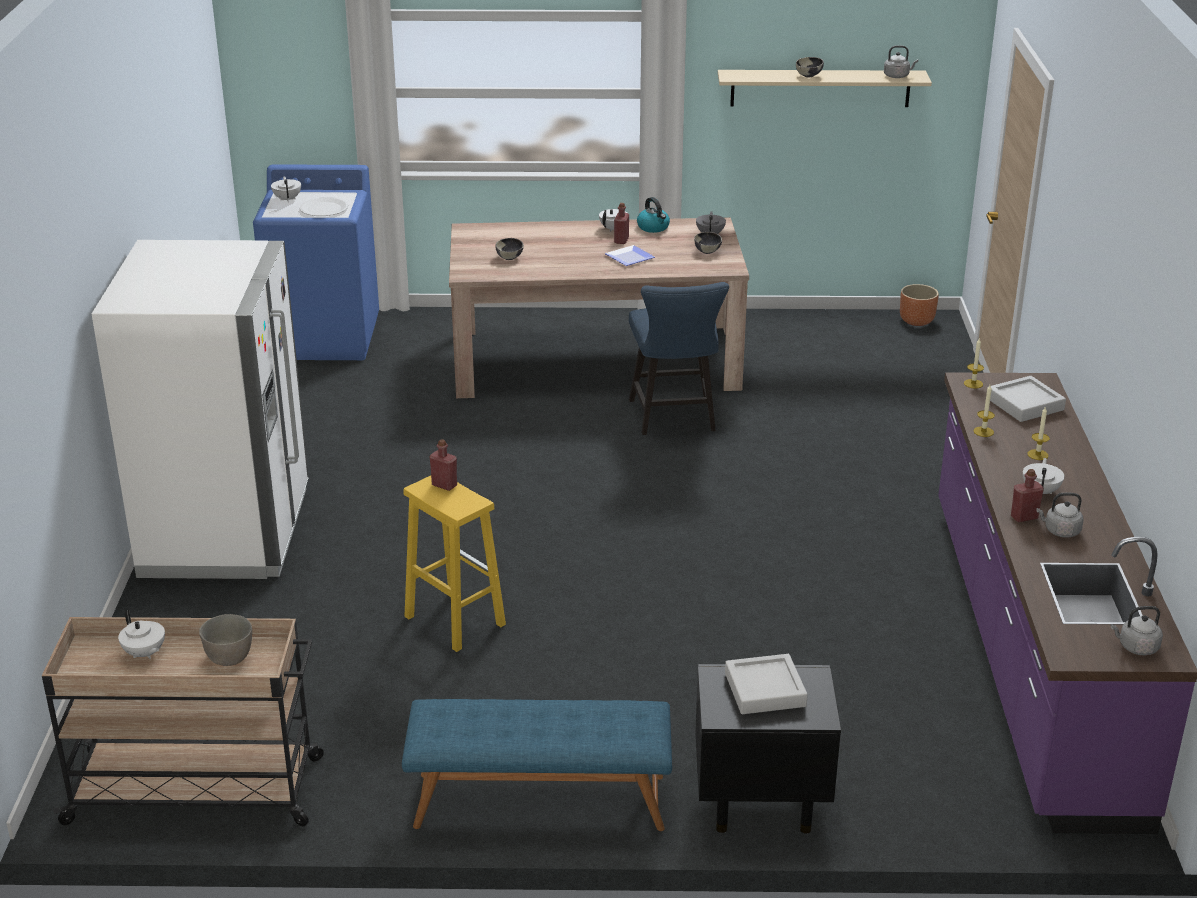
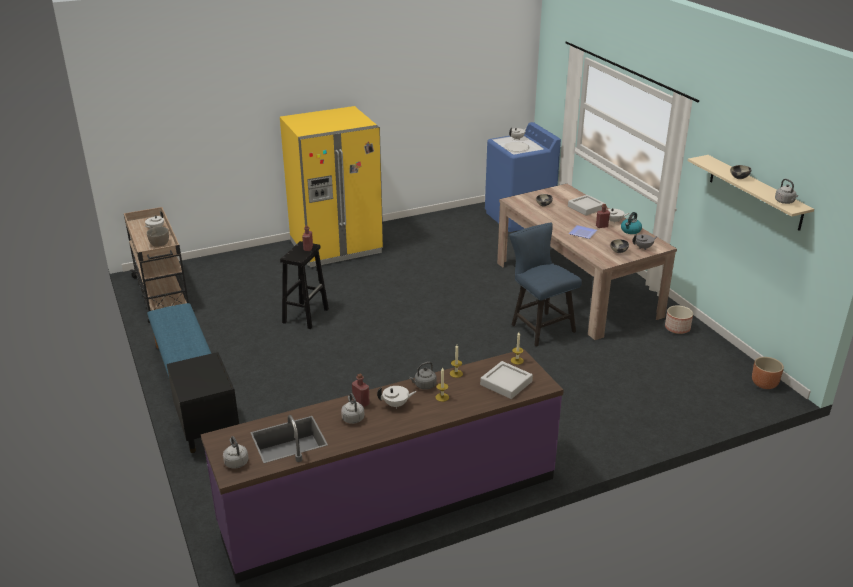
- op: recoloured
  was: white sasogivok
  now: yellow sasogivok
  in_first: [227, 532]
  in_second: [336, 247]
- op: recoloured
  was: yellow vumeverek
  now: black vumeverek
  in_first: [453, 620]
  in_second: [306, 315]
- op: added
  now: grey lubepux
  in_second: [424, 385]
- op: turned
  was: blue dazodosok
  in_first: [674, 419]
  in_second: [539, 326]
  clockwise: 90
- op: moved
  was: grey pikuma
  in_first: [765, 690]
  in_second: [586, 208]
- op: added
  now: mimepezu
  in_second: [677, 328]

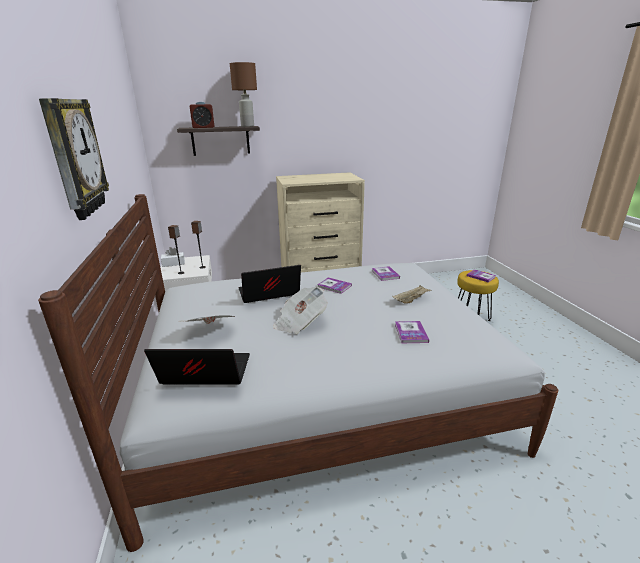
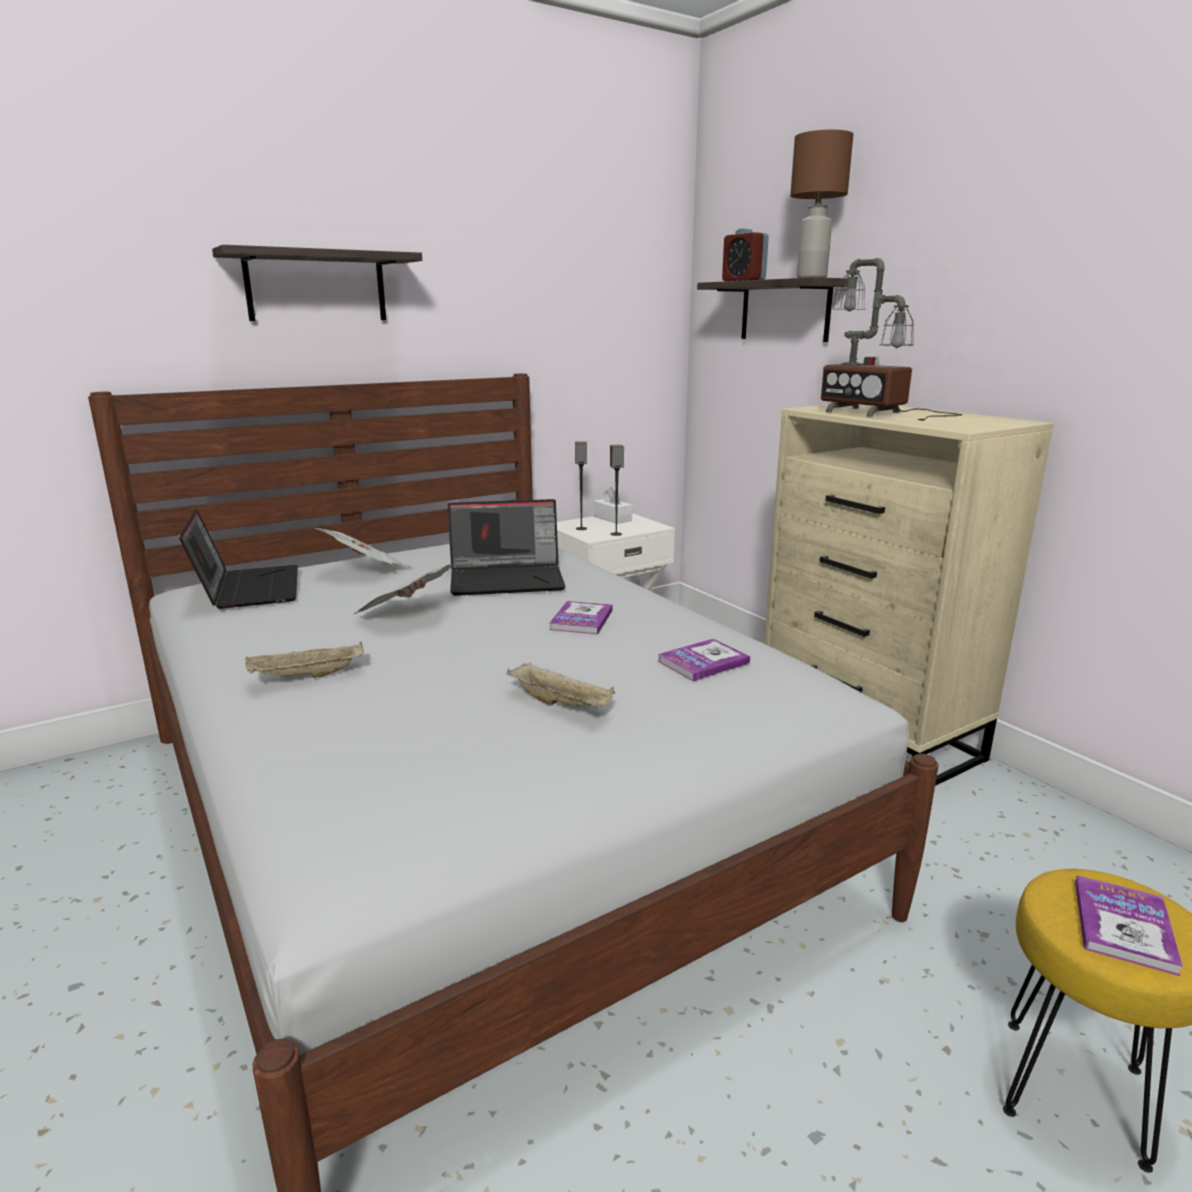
- op: replaced
  was: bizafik
  now: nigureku
  in_first: [74, 158]
  in_second: [316, 286]
- op: added
  now: beige pikuma
  in_second: [306, 676]
- op: turned
  was: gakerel
  in_first: [268, 294]
  in_second: [508, 579]
  clockwise: 120
- op: added
  now: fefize
  in_second: [877, 413]
- op: removed
  was: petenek
  in_first: [411, 333]

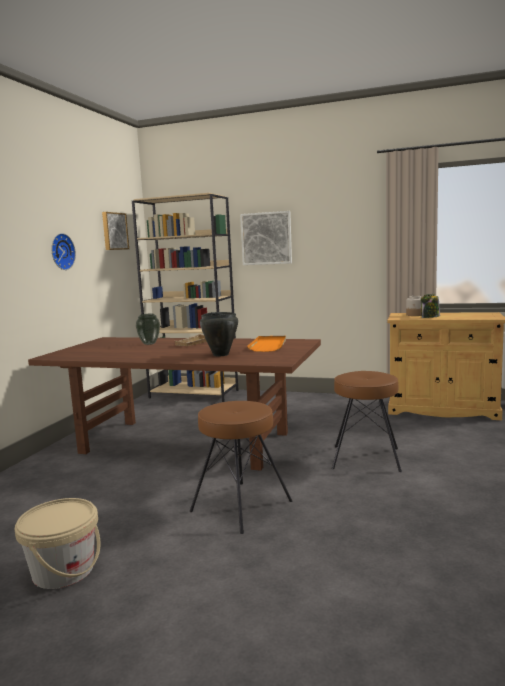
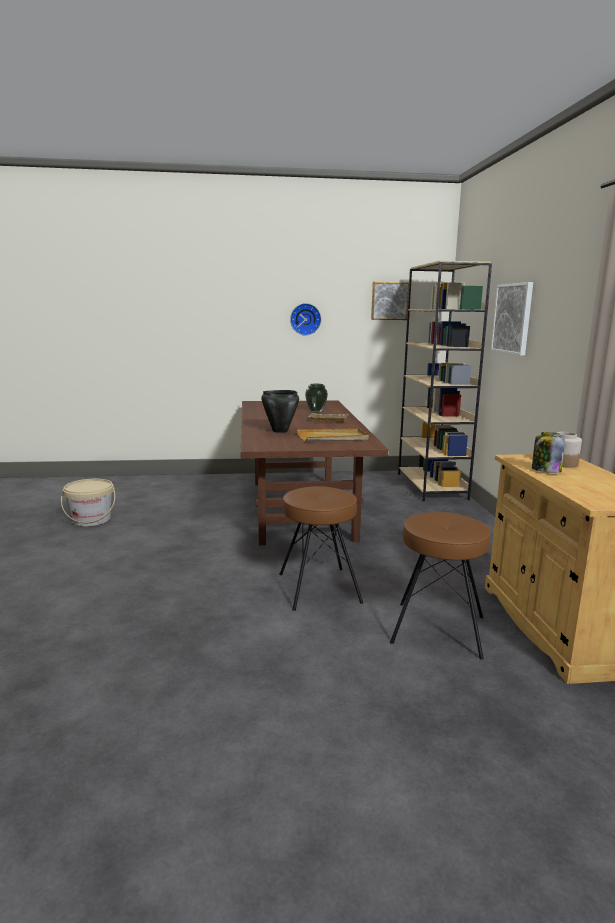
- op: recoloured
  was: orange pikuma
  now: beige pikuma
  in_first: [268, 345]
  in_second: [333, 438]
- op: moved
  was: brown vumeverek
  in_first: [240, 506]
  in_second: [438, 628]

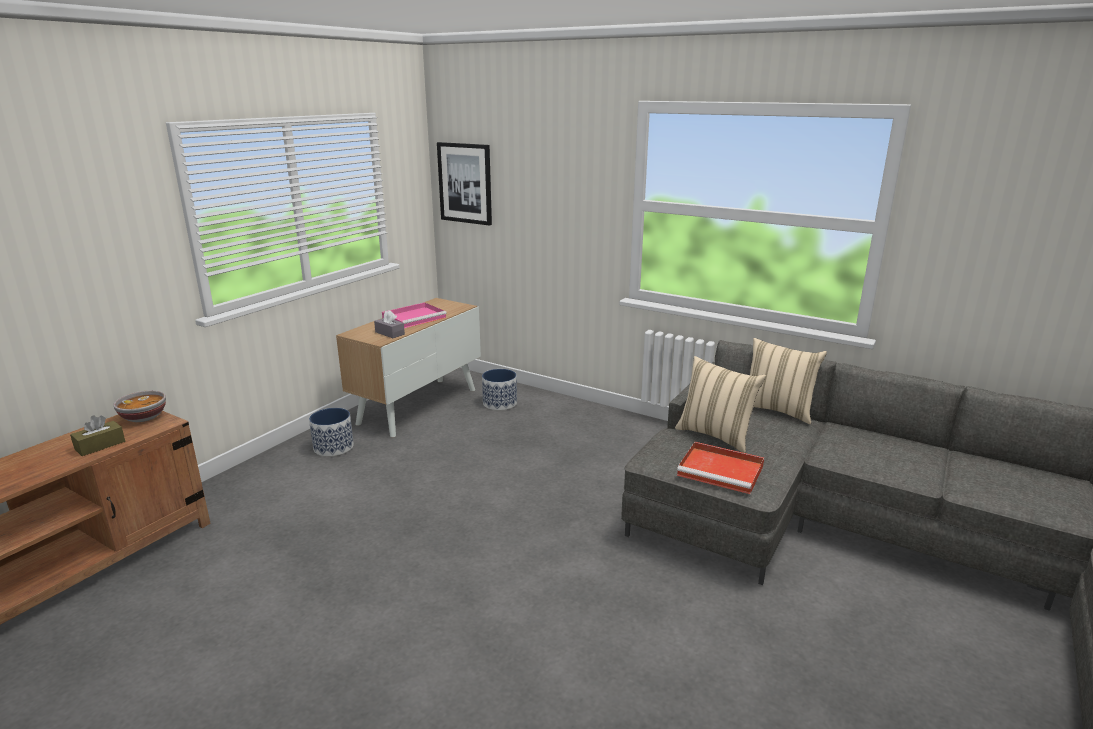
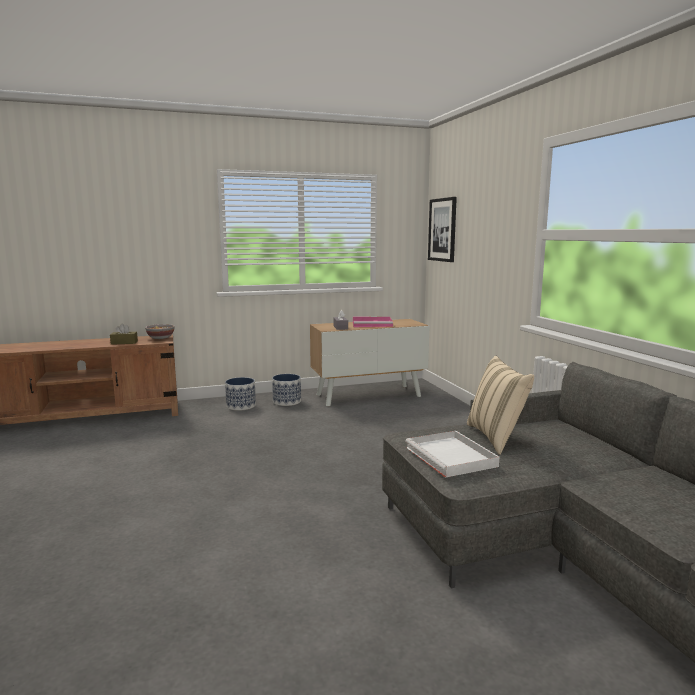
- op: moved
  was: mimepezu
  in_first: [500, 403]
  in_second: [241, 406]
- op: recoloured
  was: red pikuma
  now: white pikuma
  in_first: [722, 471]
  in_second: [452, 457]
- op: removed
  was: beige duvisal
  in_first: [777, 410]

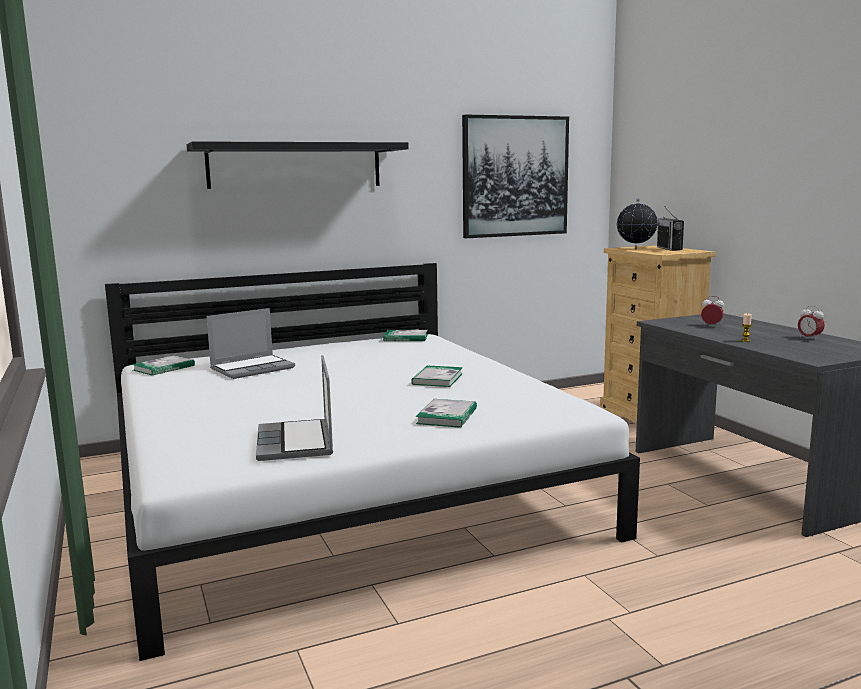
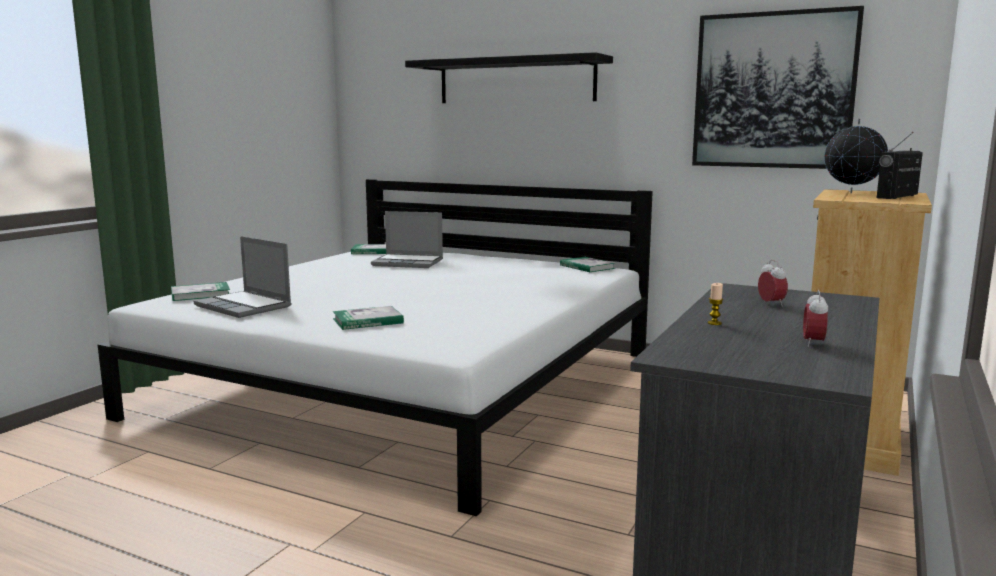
- op: moved
  was: petenek
  in_first: [437, 379]
  in_second: [200, 294]
- op: turned
  was: gakerel
  in_first: [296, 442]
  in_second: [245, 306]
  clockwise: -90

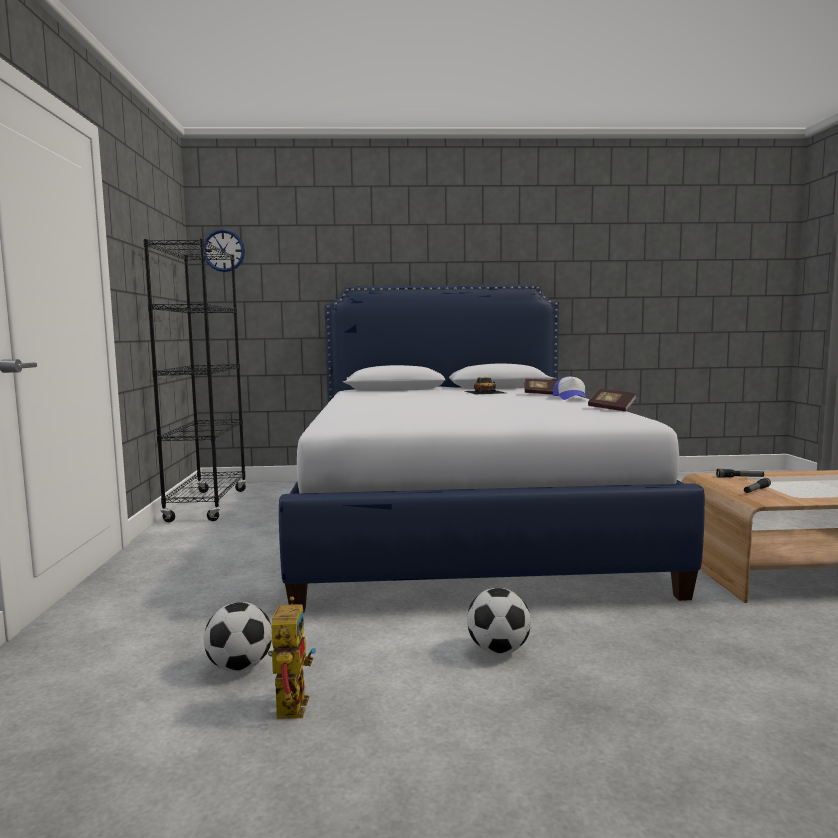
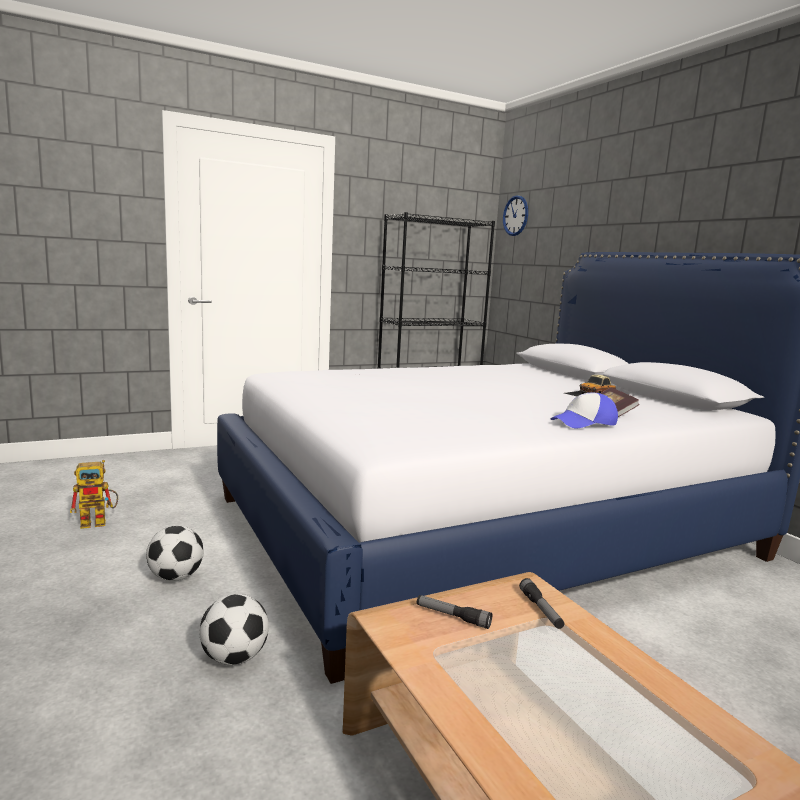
- op: moved
  was: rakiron
  in_first: [239, 667]
  in_second: [234, 658]
- op: removed
  was: petenek
  in_first: [611, 409]

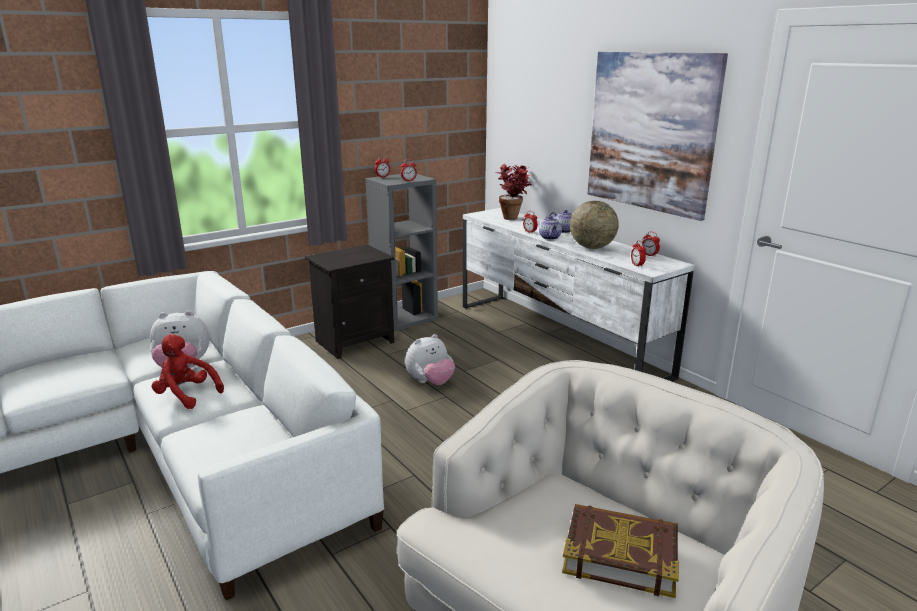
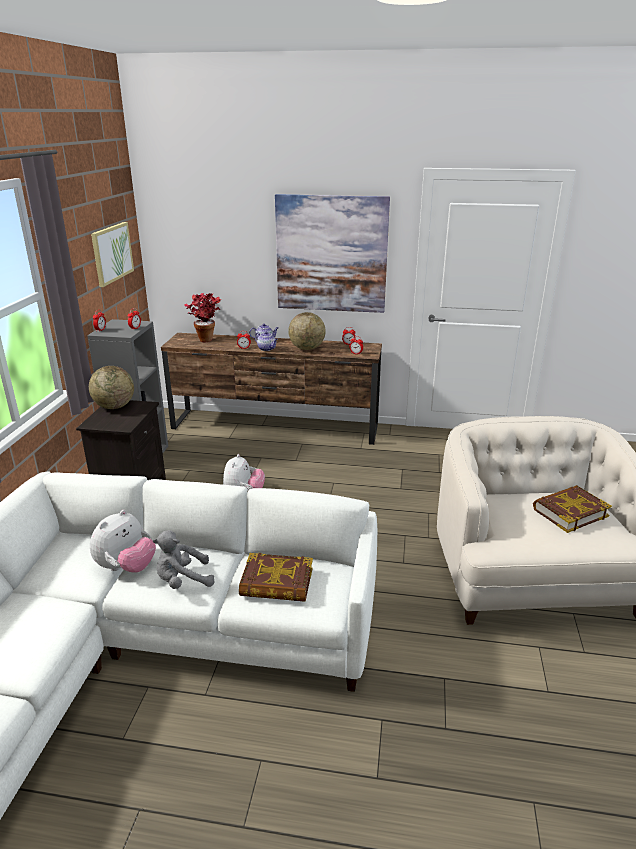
- op: added
  now: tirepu
  in_second: [114, 406]
- op: added
  now: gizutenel
  in_second: [112, 253]
- op: recoloured
  was: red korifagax
  now: grey korifagax
  in_first: [186, 395]
  in_second: [183, 580]
- op: recoloured
  was: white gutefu
  now: brown gutefu
  in_first: [557, 339]
  in_second: [275, 427]
- op: added
  now: petenek
  in_second: [276, 583]

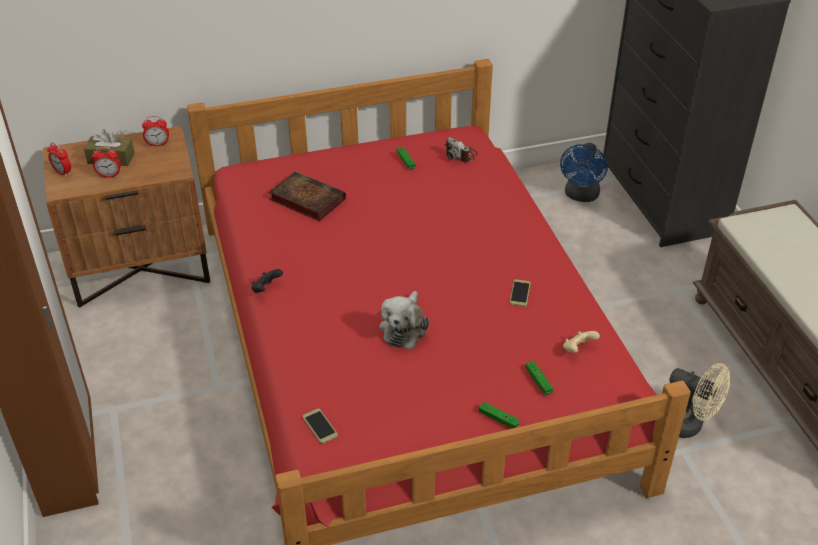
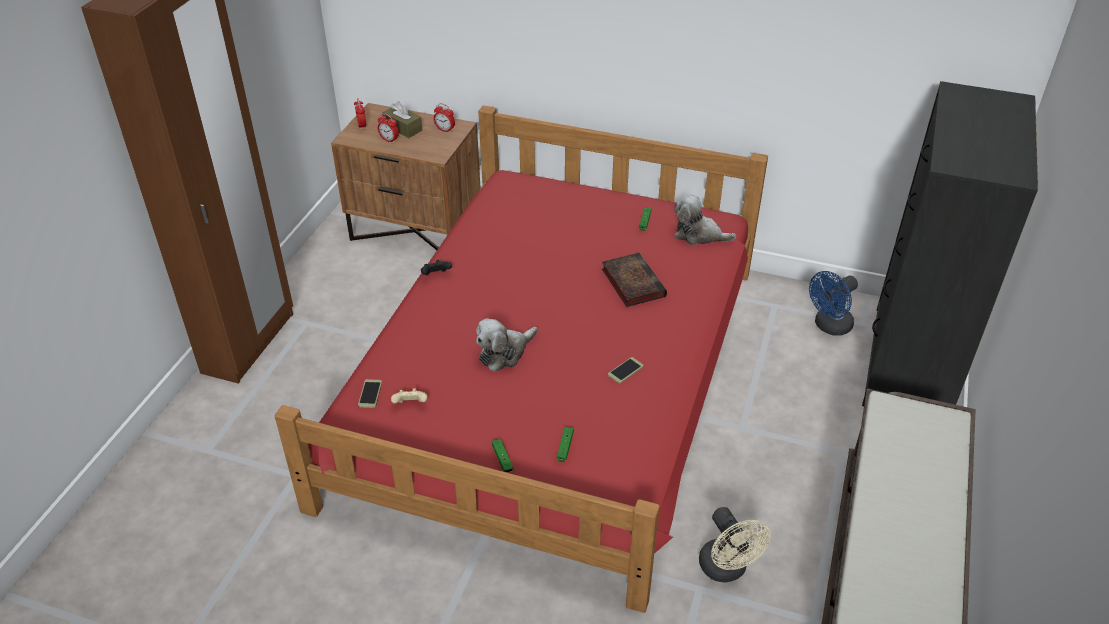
- op: moved
  was: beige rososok
  in_first: [578, 349]
  in_second: [410, 405]
- op: moved
  was: petenek
  in_first: [305, 199]
  in_second: [631, 282]
- op: replaced
  was: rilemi
  now: korifagax
  in_first: [461, 154]
  in_second: [699, 235]

